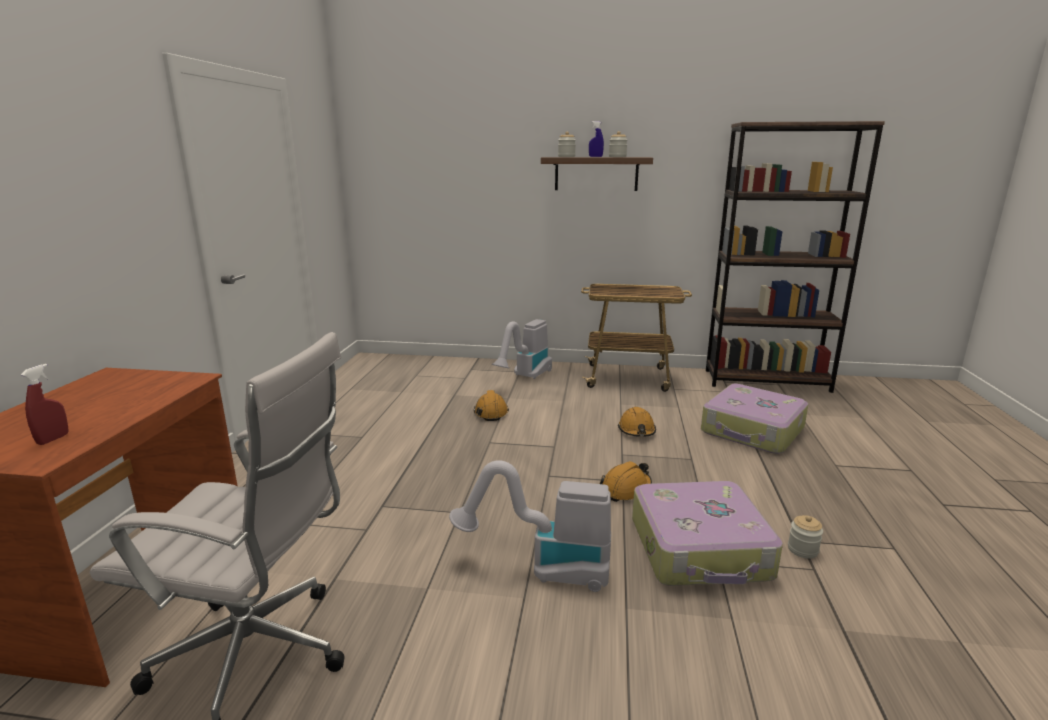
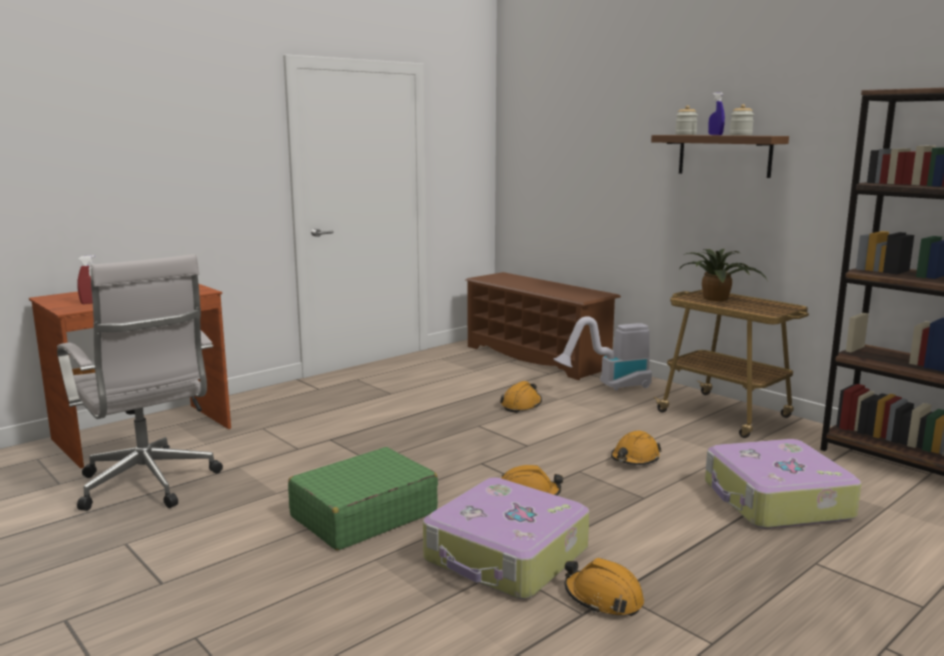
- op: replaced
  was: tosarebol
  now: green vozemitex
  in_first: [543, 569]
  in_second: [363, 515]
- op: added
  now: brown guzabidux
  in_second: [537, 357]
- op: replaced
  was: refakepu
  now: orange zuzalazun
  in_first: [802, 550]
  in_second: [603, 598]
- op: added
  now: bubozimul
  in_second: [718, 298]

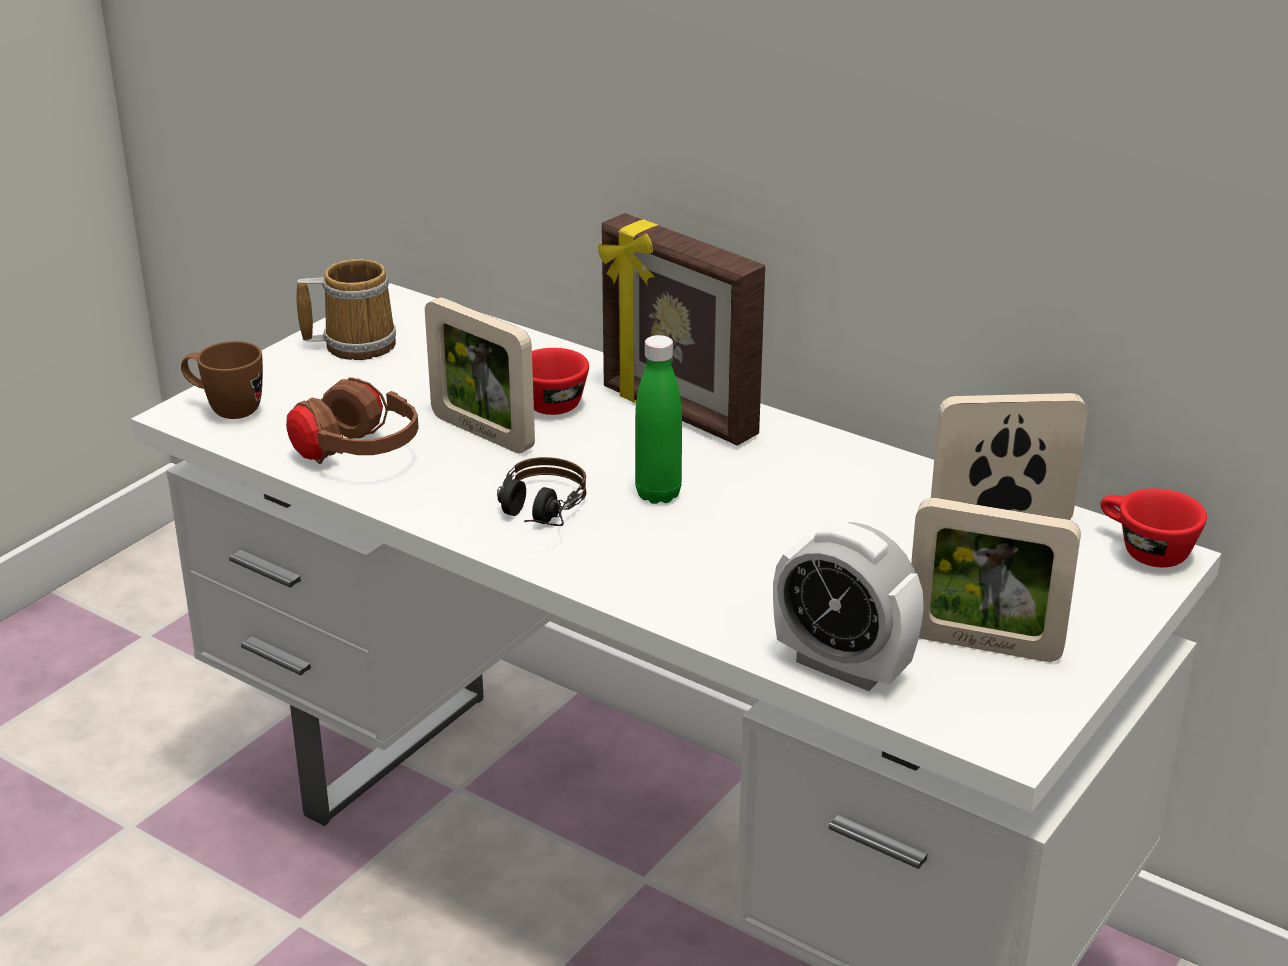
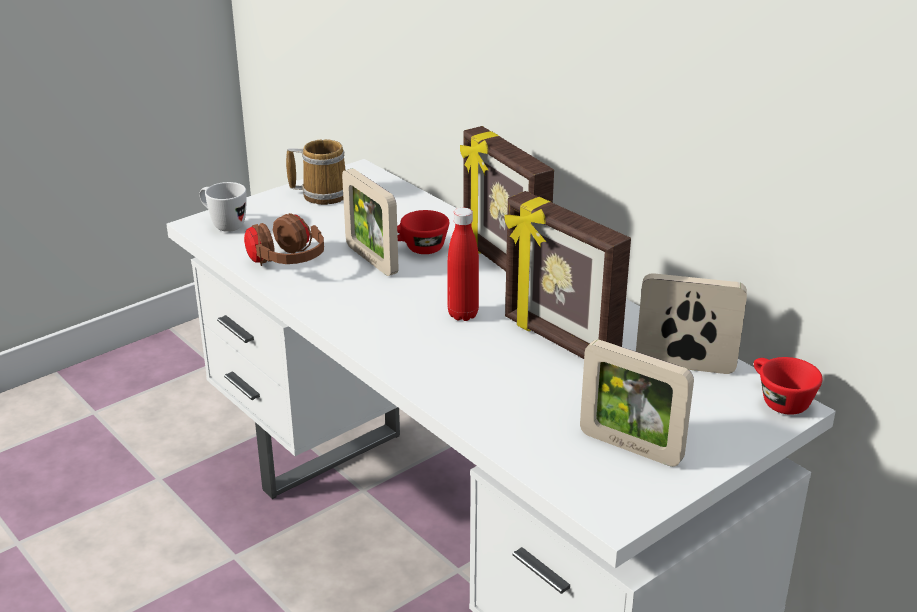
- op: recoloured
  was: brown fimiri
  now: white fimiri
  in_first: [225, 410]
  in_second: [223, 225]
- op: recoloured
  was: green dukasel
  now: red dukasel
  in_first: [658, 494]
  in_second: [463, 314]
- op: added
  now: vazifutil
  in_second: [559, 341]
- op: removed
  was: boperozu
  in_first: [536, 517]
- op: removed
  was: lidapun
  in_first: [842, 666]

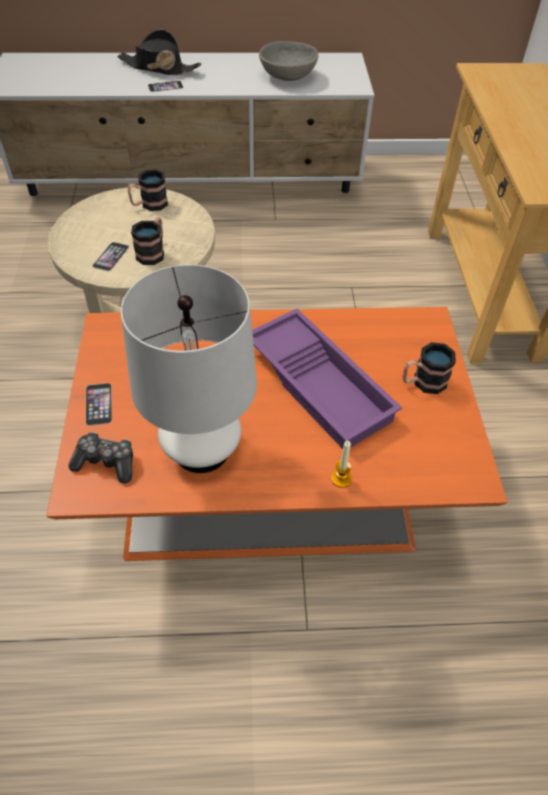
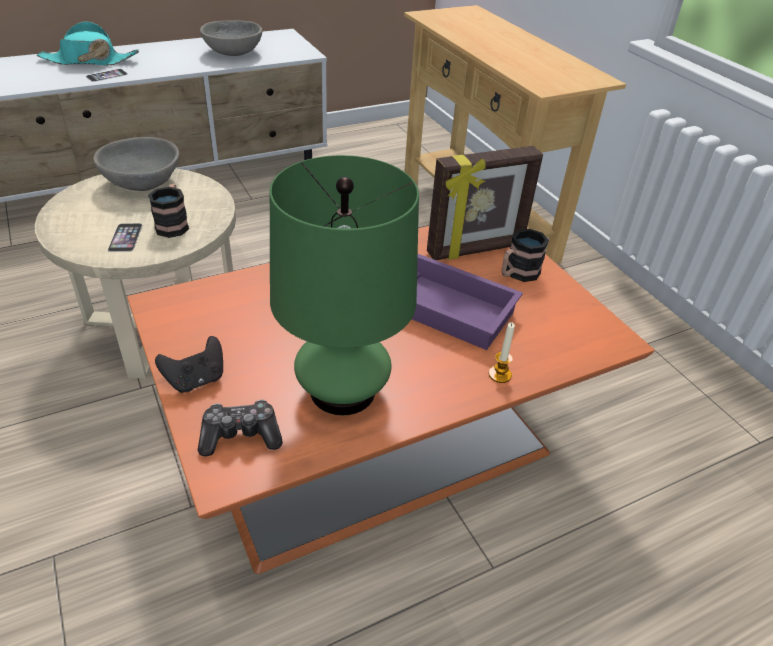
- op: recoloured
  was: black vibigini
  now: turquoise vibigini
  in_first: [159, 67]
  in_second: [89, 61]
- op: replaced
  was: fimiri
  now: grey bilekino
  in_first: [149, 205]
  in_second: [143, 183]
- op: replaced
  was: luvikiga
  now: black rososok
  in_first: [98, 404]
  in_second: [196, 380]
- op: recoloured
  was: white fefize
  now: green fefize
  in_first: [201, 449]
  in_second: [342, 390]
- op: added
  now: vazifutil
  in_second: [476, 250]

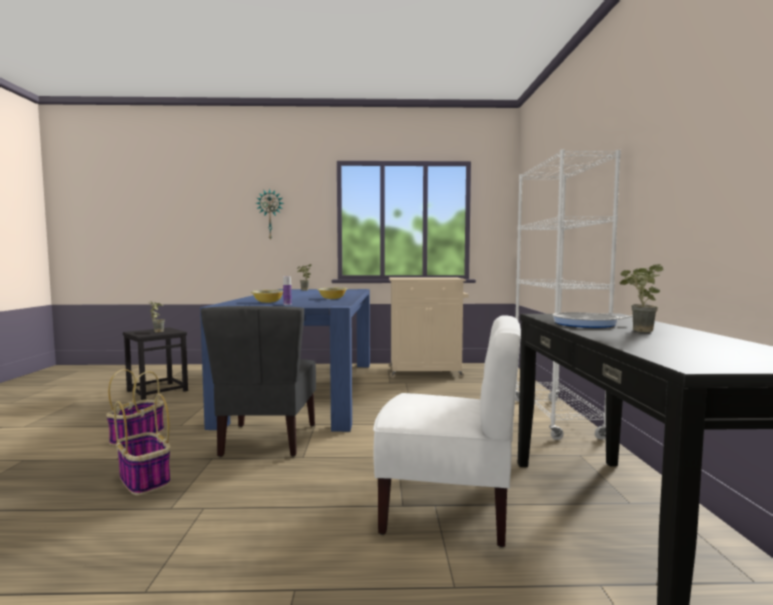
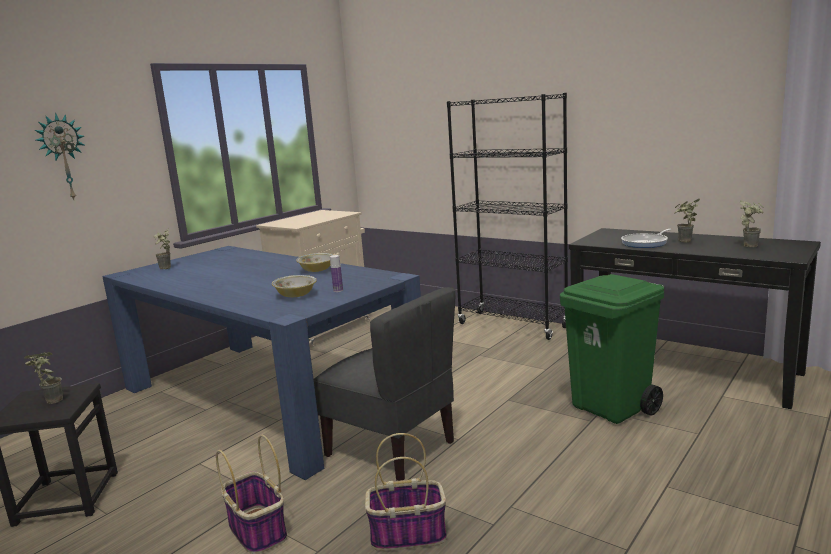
- op: recoloured
  was: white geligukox
  now: black geligukox
  in_first: [555, 418]
  in_second: [512, 325]
- op: replaced
  was: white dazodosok
  now: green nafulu
  in_first: [447, 510]
  in_second: [612, 408]
- op: added
  now: bubozimul
  in_second: [750, 245]

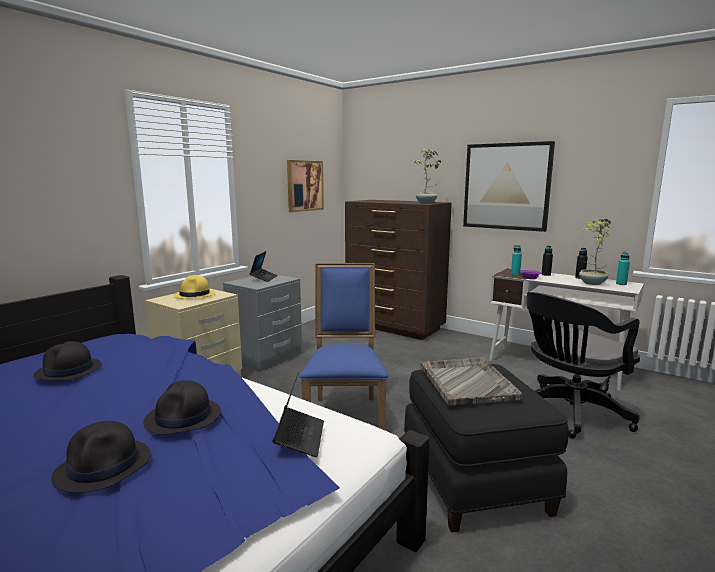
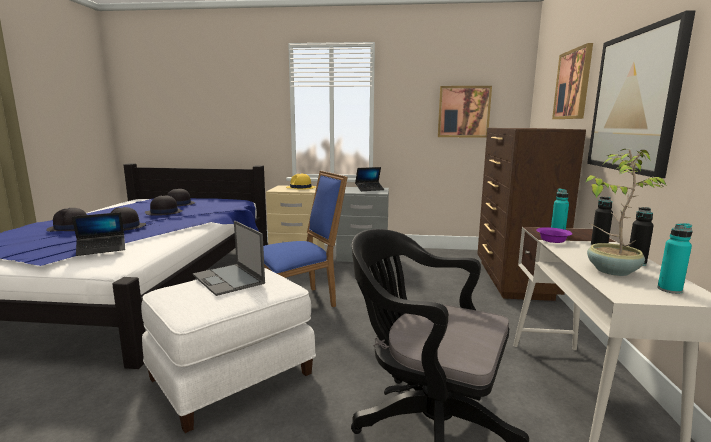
- op: recoloured
  was: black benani
  now: white benani
  in_first: [475, 477]
  in_second: [232, 377]
- op: added
  now: black vibigini
  in_second: [164, 212]
- op: replaced
  was: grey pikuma
  now: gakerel
  in_first: [467, 382]
  in_second: [229, 279]
- op: added
  now: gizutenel
  in_second: [573, 84]
- op: removed
  was: bubozimul
  in_first: [426, 203]

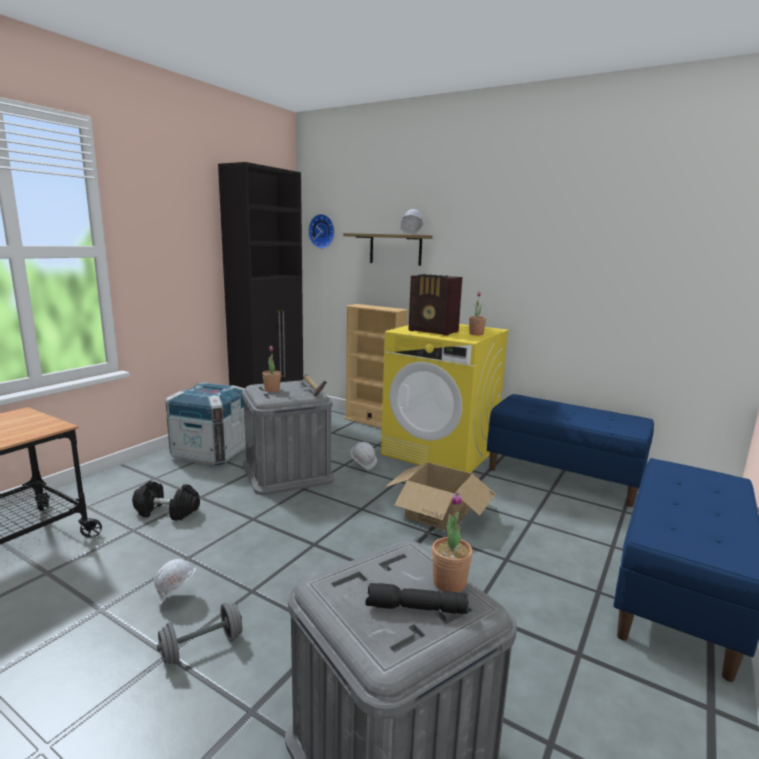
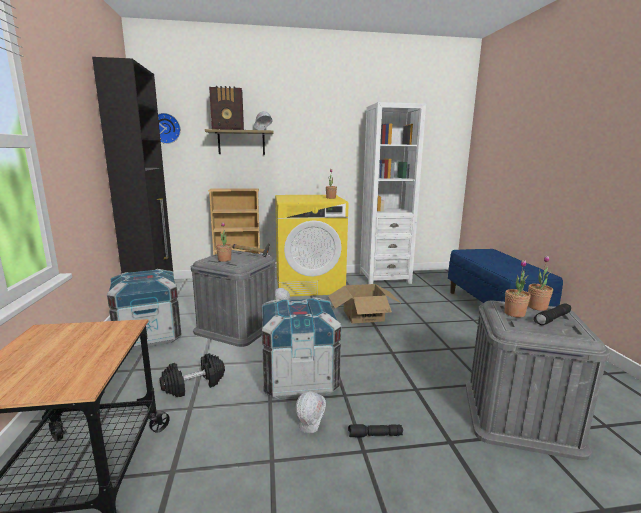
- op: moved
  was: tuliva
  in_first: [434, 331]
  in_second: [229, 130]
- op: added
  now: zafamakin
  in_second: [299, 378]
- op: replaced
  was: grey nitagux
  now: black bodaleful
  in_first: [202, 648]
  in_second: [374, 435]
- op: replaced
  was: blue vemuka
  now: white geligukox
  in_first: [563, 475]
  in_second: [384, 278]
- op: added
  now: bubozimul
  in_second: [514, 314]

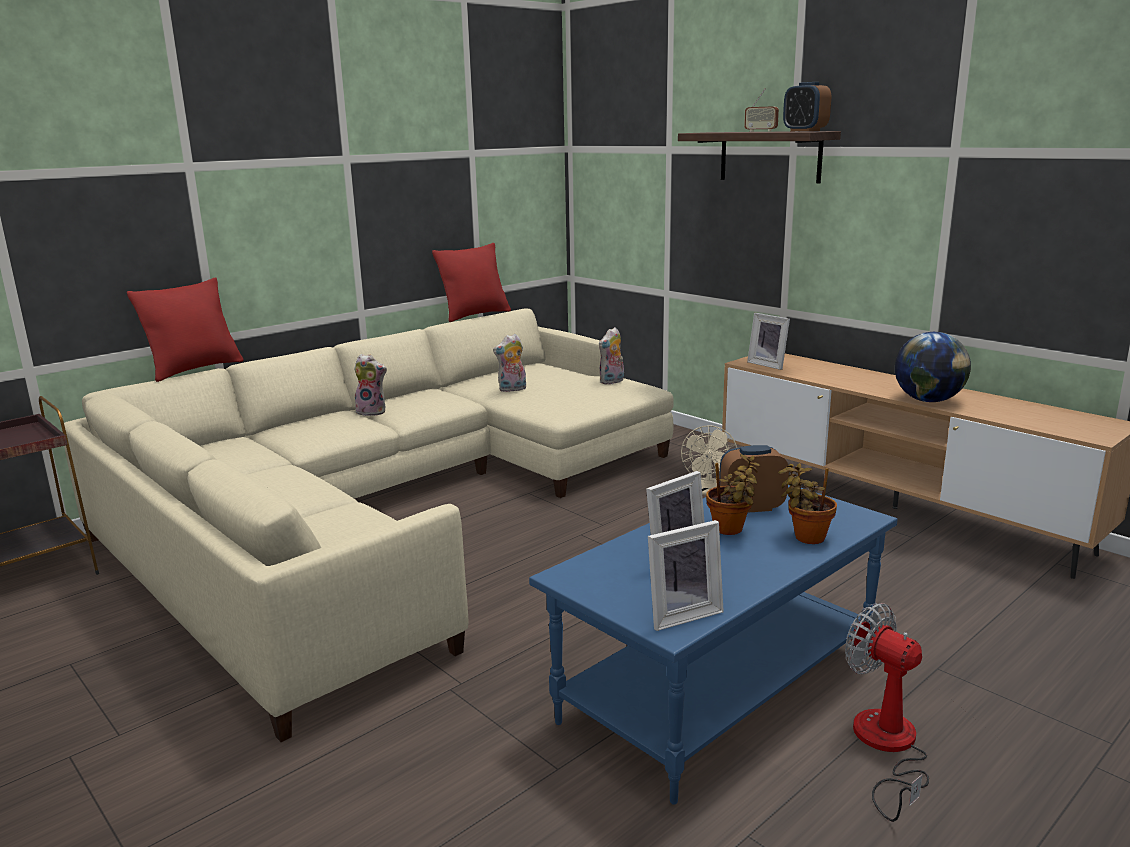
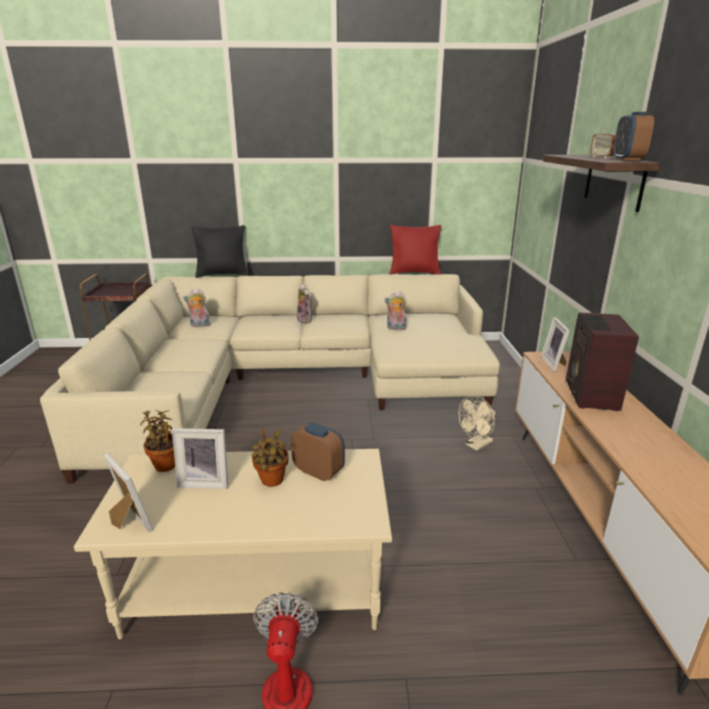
- op: recoloured
  was: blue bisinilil
  now: beige bisinilil
  in_first: [718, 685]
  in_second: [257, 583]
- op: turned
  was: vazifutil
  in_first: [681, 614]
  in_second: [128, 522]
  clockwise: -150
- op: moved
  was: bubozimul
  in_first: [806, 537]
  in_second: [165, 464]
- op: moved
  was: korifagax
  in_first: [612, 382]
  in_second: [199, 325]
- op: recoloured
  was: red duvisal
  now: black duvisal
  in_first: [195, 369]
  in_second: [222, 274]
- op: added
  now: tuliva
  in_second: [590, 395]
- op: removed
  was: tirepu
  in_first: [928, 400]

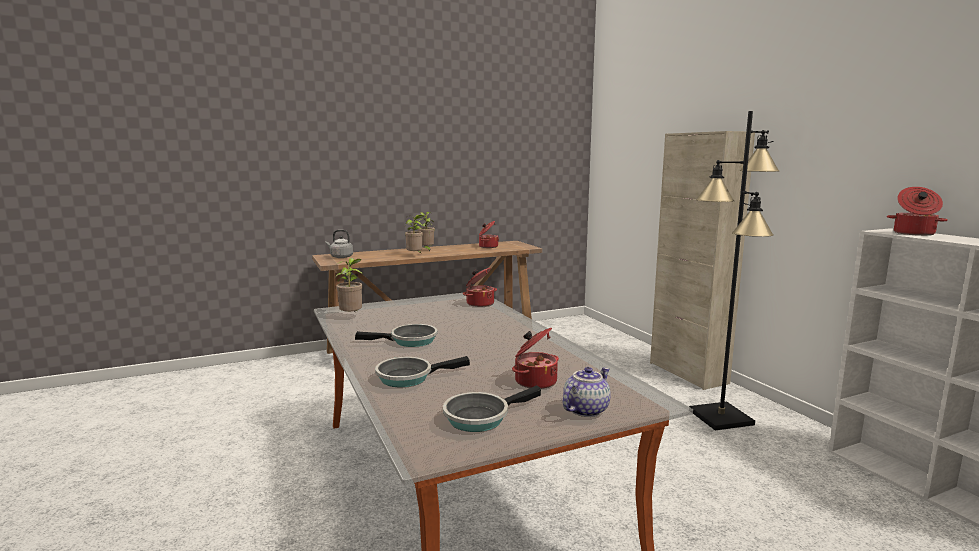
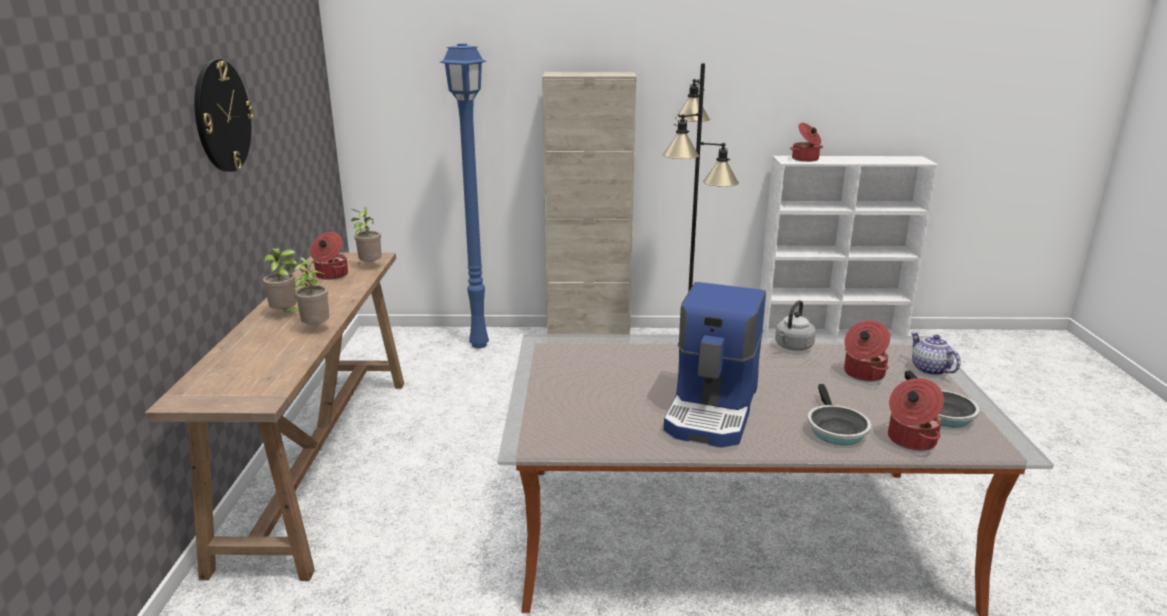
- op: added
  now: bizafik
  in_second: [222, 116]
- op: moved
  was: bubozimul
  in_first: [351, 316]
  in_second: [369, 266]
- op: added
  now: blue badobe
  in_second: [481, 344]
- op: replaced
  was: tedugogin
  now: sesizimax
  in_first: [409, 341]
  in_second: [713, 410]
- op: moved
  was: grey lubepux
  in_first: [340, 257]
  in_second: [792, 347]
- op: moved
  was: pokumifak
  in_first: [479, 303]
  in_second: [910, 440]

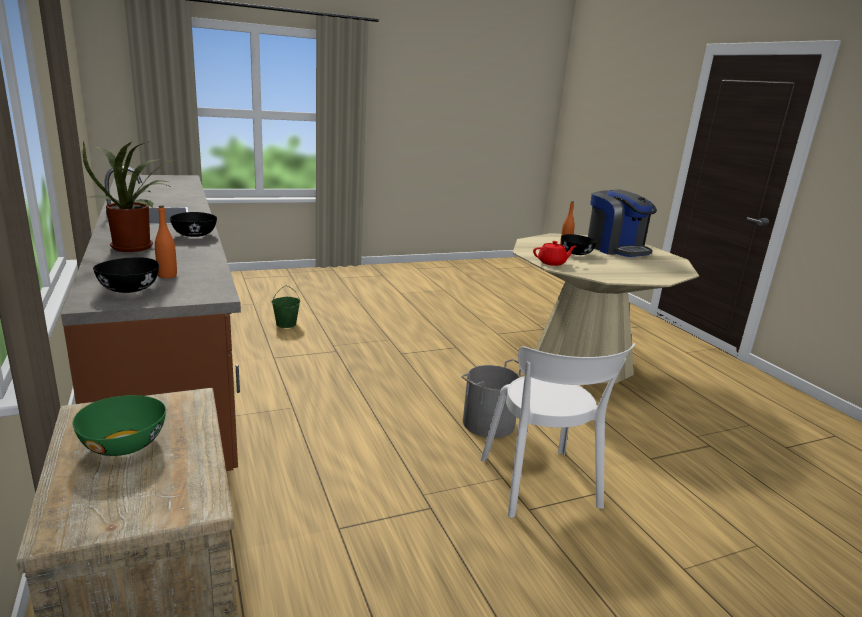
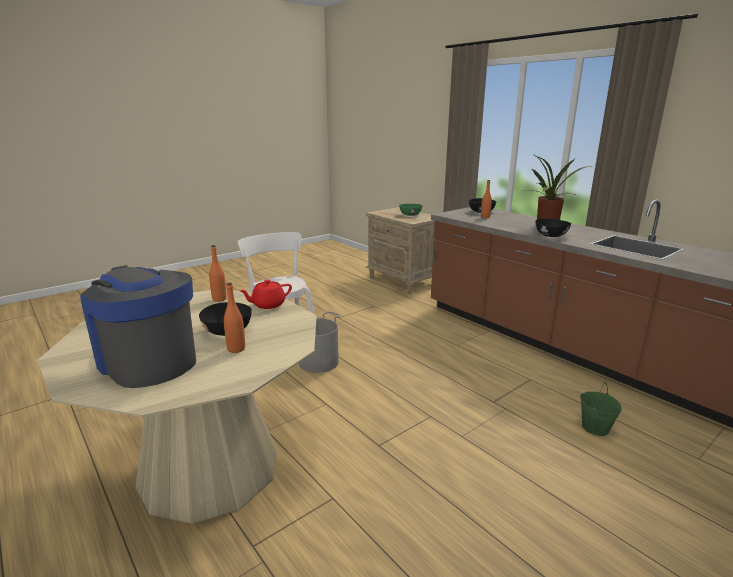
- op: added
  now: orange dukasel
  in_second: [219, 299]

